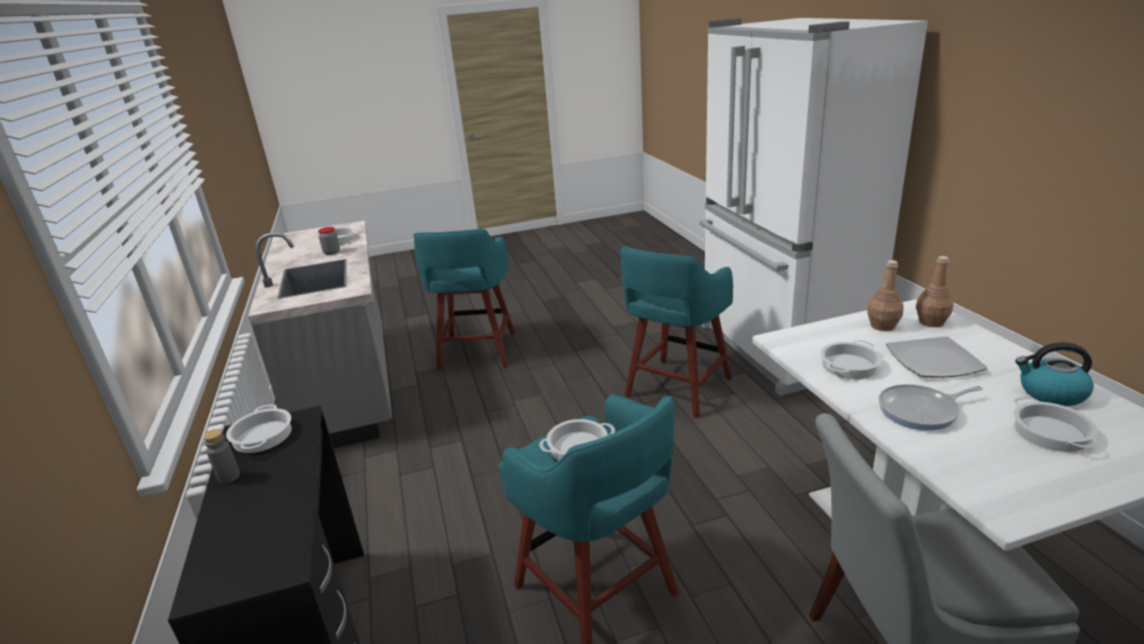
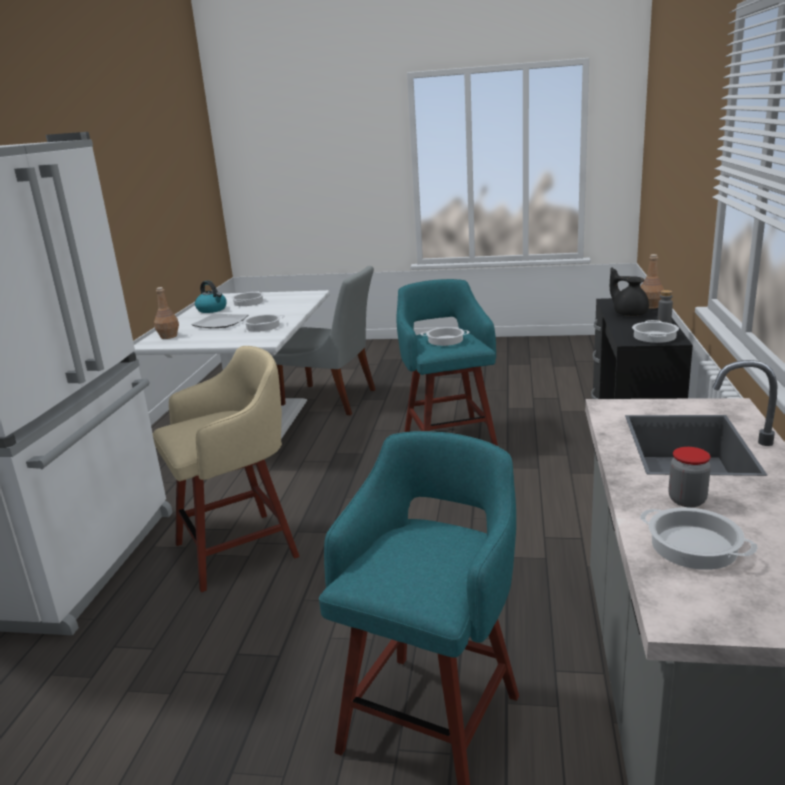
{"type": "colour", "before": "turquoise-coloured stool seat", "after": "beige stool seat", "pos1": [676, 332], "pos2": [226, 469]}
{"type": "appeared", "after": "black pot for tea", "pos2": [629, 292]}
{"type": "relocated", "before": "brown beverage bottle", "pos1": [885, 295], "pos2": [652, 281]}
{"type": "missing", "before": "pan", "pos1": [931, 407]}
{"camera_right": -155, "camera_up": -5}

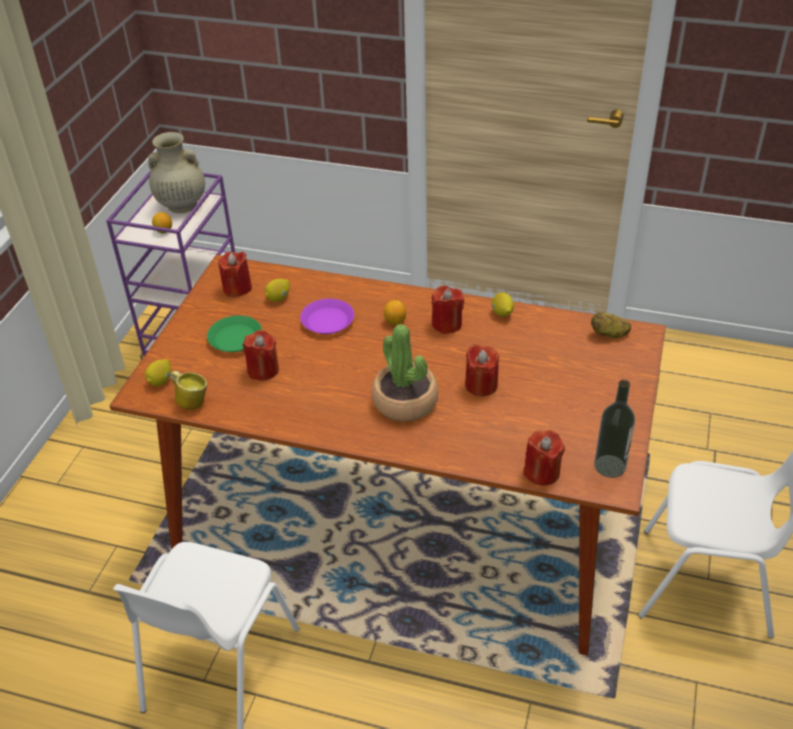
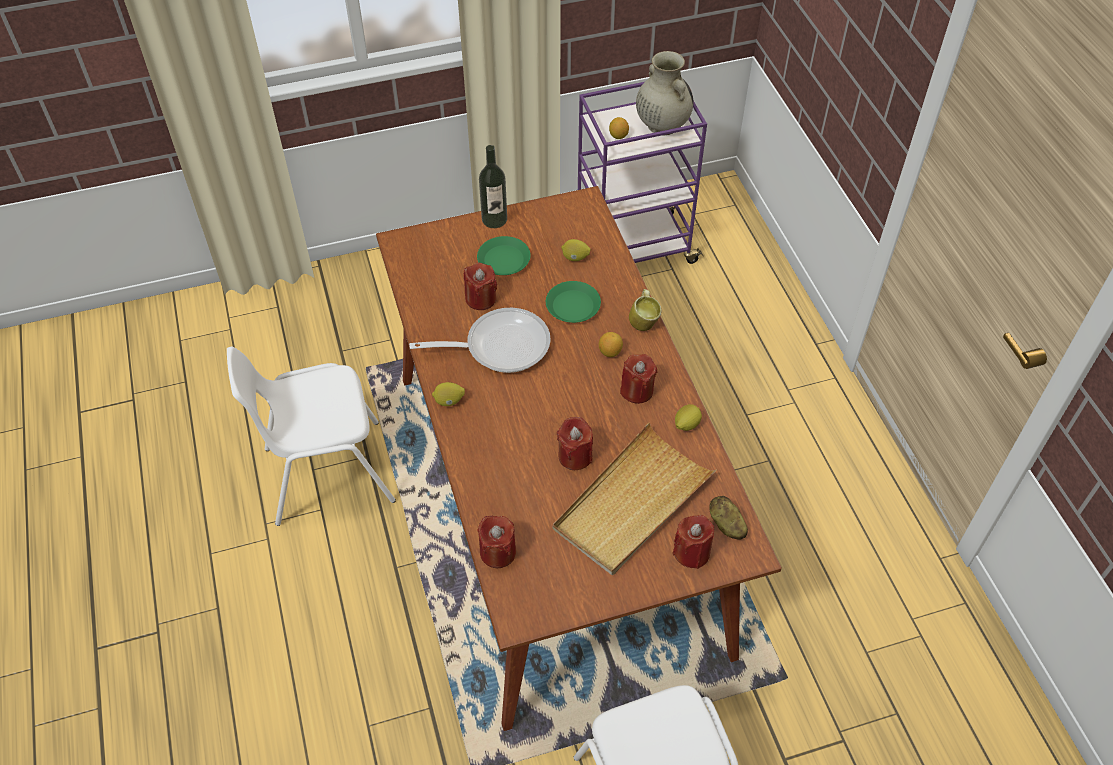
{"type": "appeared", "after": "pan", "pos2": [480, 340]}
{"type": "relocated", "before": "lemon", "pos1": [158, 372], "pos2": [448, 394]}
{"type": "relocated", "before": "beverage bottle", "pos1": [614, 429], "pos2": [493, 186]}
{"type": "colour", "before": "purple plate", "after": "green plate", "pos1": [327, 316], "pos2": [573, 302]}
{"type": "appeared", "after": "beige tray", "pos2": [635, 499]}
{"type": "relocated", "before": "tea mug", "pos1": [188, 390], "pos2": [645, 310]}
{"type": "relocated", "before": "red candle", "pos1": [235, 274], "pos2": [693, 542]}
{"type": "missing", "before": "plant in a pot", "pos1": [405, 373]}
{"camera_right": 55, "camera_up": 10}

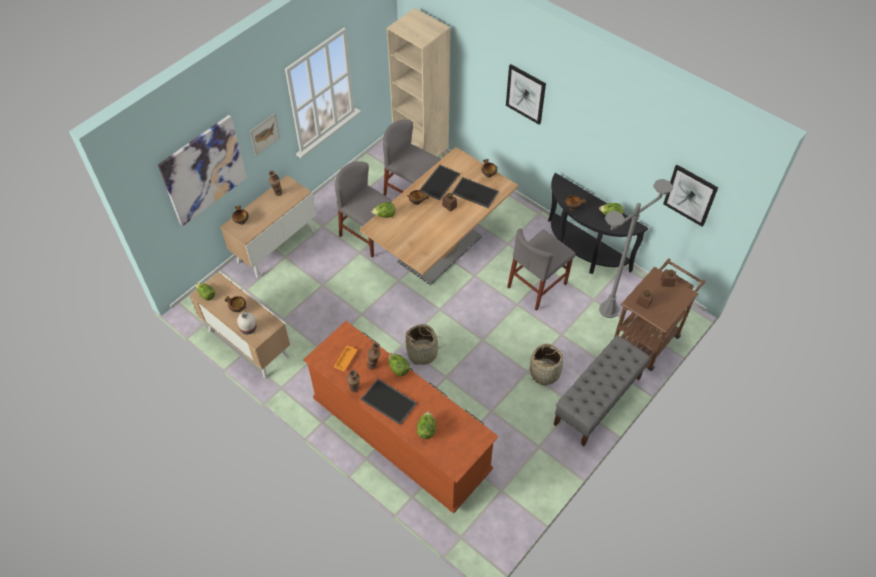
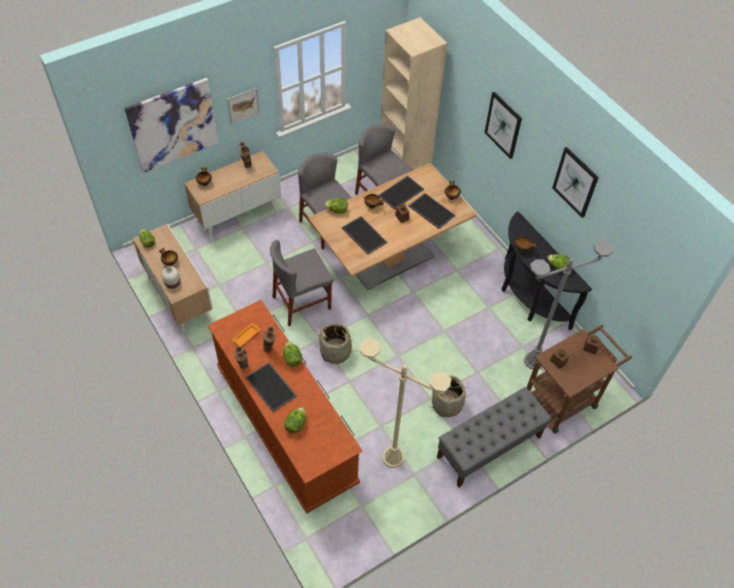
{"type": "relocated", "before": "gray chair", "pos1": [541, 269], "pos2": [301, 283]}
{"type": "appeared", "after": "tray", "pos2": [364, 235]}
{"type": "appeared", "after": "beige floor lamp", "pos2": [405, 403]}
{"type": "relocated", "before": "wall picture", "pos1": [690, 196], "pos2": [575, 182]}
{"camera_right": 15, "camera_up": 0}

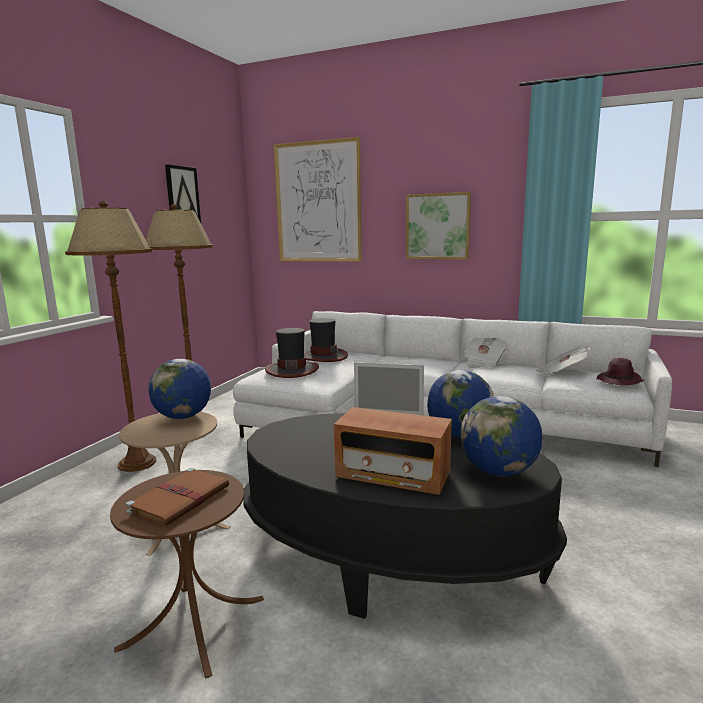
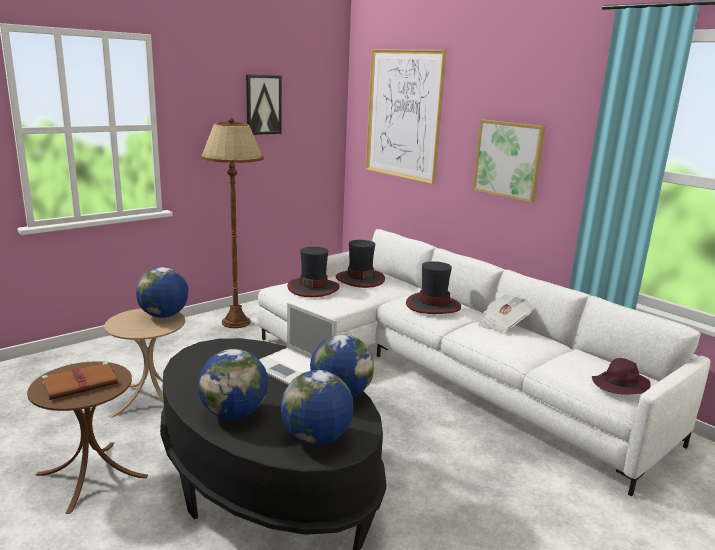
{"type": "exchanged", "before": "radio", "after": "globe", "pos1": [393, 451], "pos2": [233, 384]}
{"type": "appeared", "after": "clothing hat", "pos2": [433, 287]}
{"type": "missing", "before": "brown floor lamp", "pos1": [110, 336]}
{"type": "missing", "before": "newspaper", "pos1": [563, 361]}
{"camera_right": 25, "camera_up": 5}

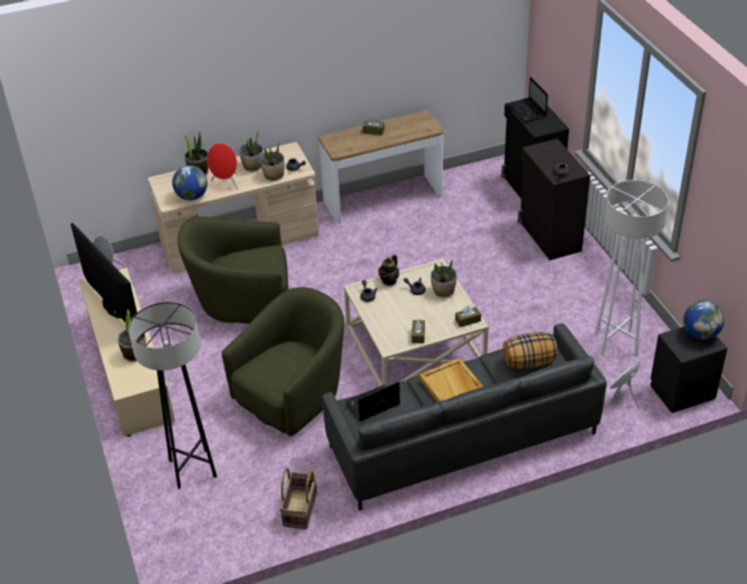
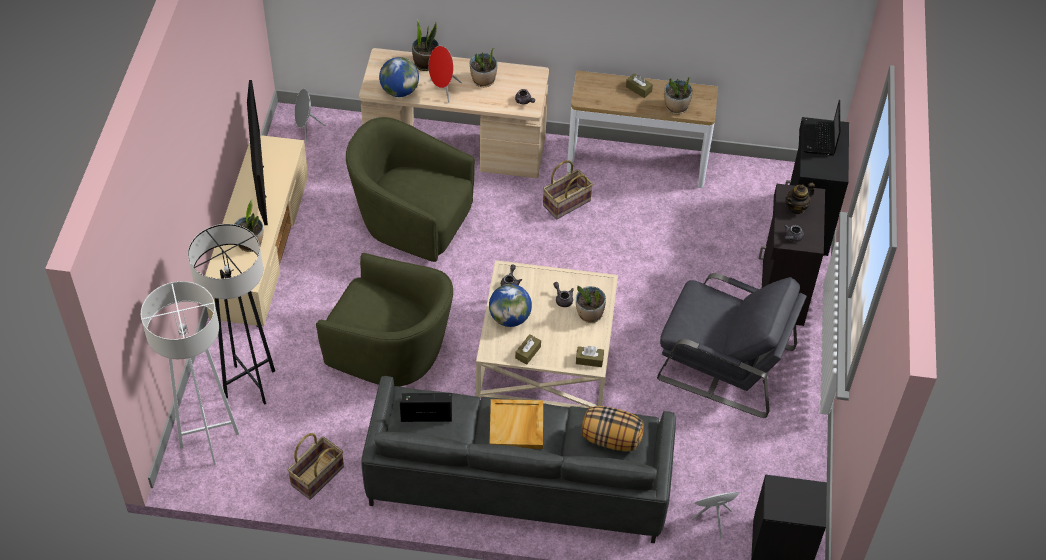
{"type": "relocated", "before": "whitish floor lamp", "pos1": [632, 268], "pos2": [190, 373]}
{"type": "spun", "before": "green lounge chair", "pos1": [283, 361], "pos2": [384, 319], "turn": 45}
{"type": "relocated", "before": "globe", "pos1": [703, 320], "pos2": [510, 305]}
{"type": "appeared", "after": "basket", "pos2": [568, 189]}
{"type": "appeared", "after": "gray lounge chair", "pos2": [732, 345]}
{"type": "relocated", "before": "plant in a pot", "pos1": [272, 161], "pos2": [678, 95]}
{"type": "relocated", "before": "pot for tea", "pos1": [388, 270], "pos2": [800, 199]}
{"camera_right": 25, "camera_up": 10}

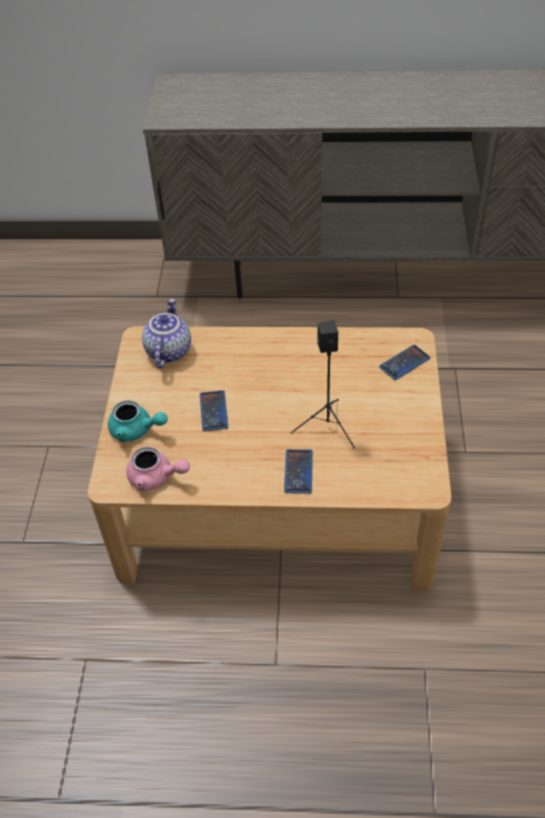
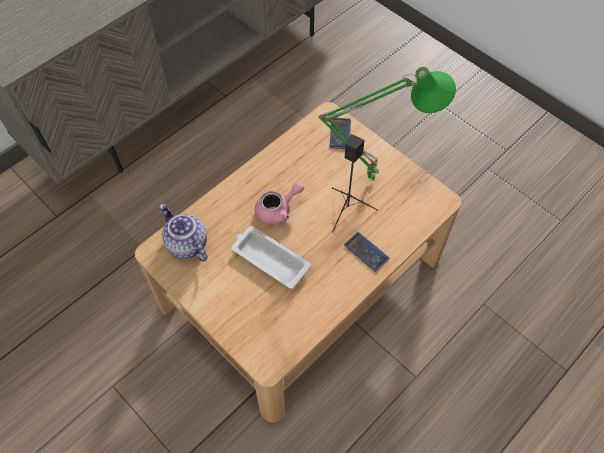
{"type": "exchanged", "before": "handset", "after": "whitish tray", "pos1": [214, 410], "pos2": [271, 257]}
{"type": "relocated", "before": "pink pot for tea", "pos1": [158, 469], "pos2": [279, 203]}
{"type": "appeared", "after": "green table lamp", "pos2": [387, 124]}
{"type": "missing", "before": "turquoise-coloured pot for tea", "pos1": [138, 421]}
{"camera_right": -50, "camera_up": 10}

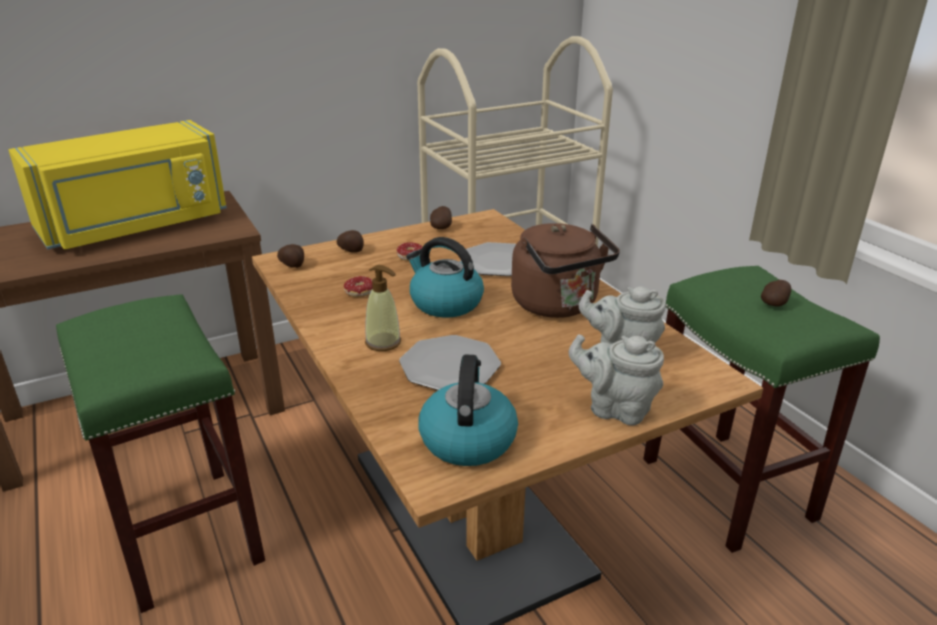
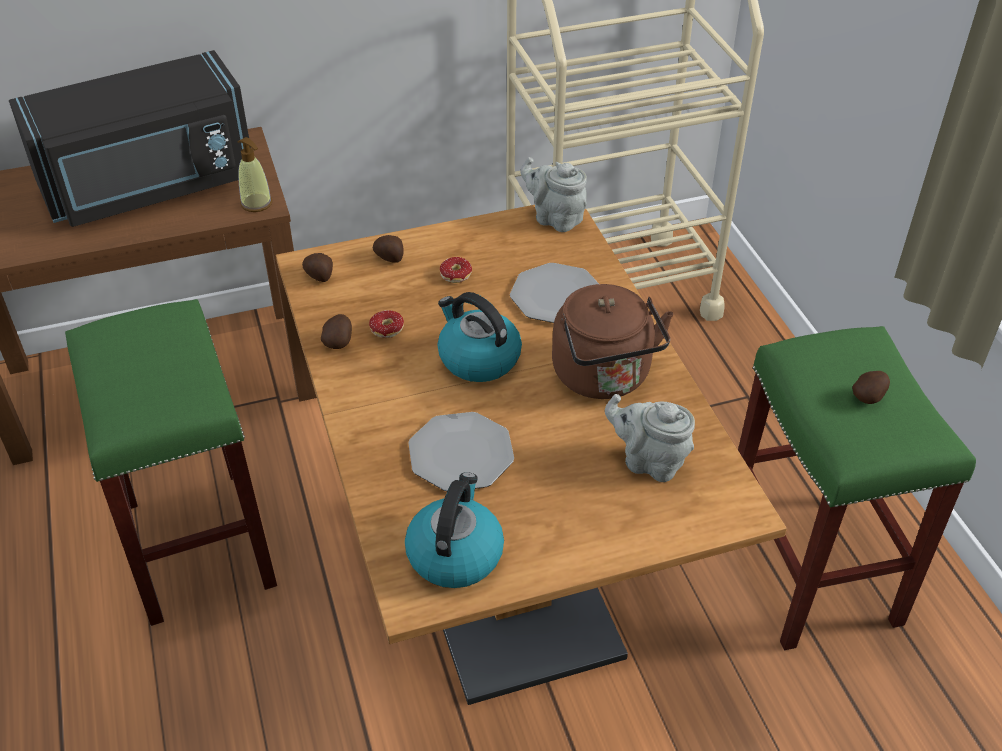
{"type": "colour", "before": "yellow kitchen microwave", "after": "black kitchen microwave", "pos1": [117, 184], "pos2": [130, 138]}
{"type": "relocated", "before": "soap bottle", "pos1": [383, 308], "pos2": [254, 174]}
{"type": "relocated", "before": "whole potato", "pos1": [441, 217], "pos2": [336, 331]}
{"type": "relocated", "before": "gray pot for tea", "pos1": [616, 380], "pos2": [553, 194]}
{"camera_right": 10, "camera_up": 15}

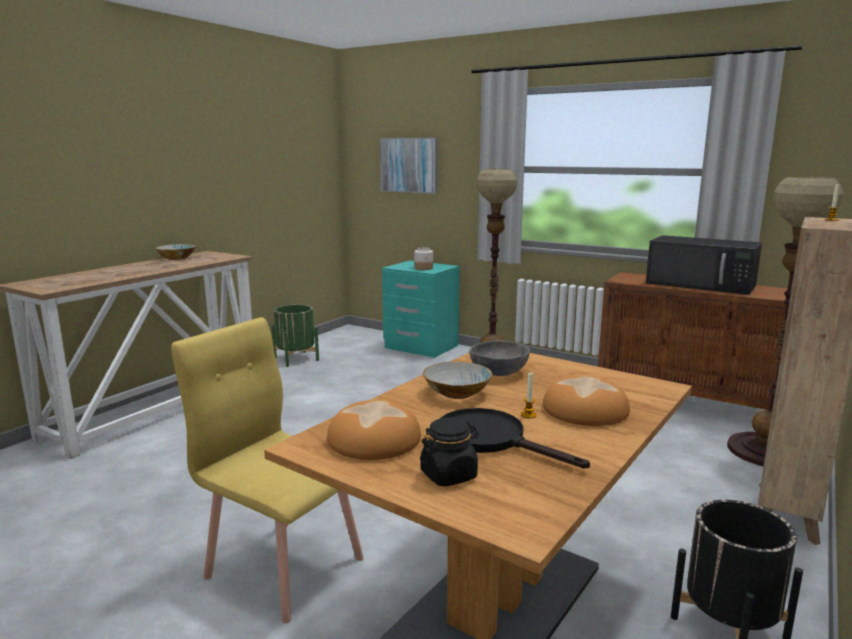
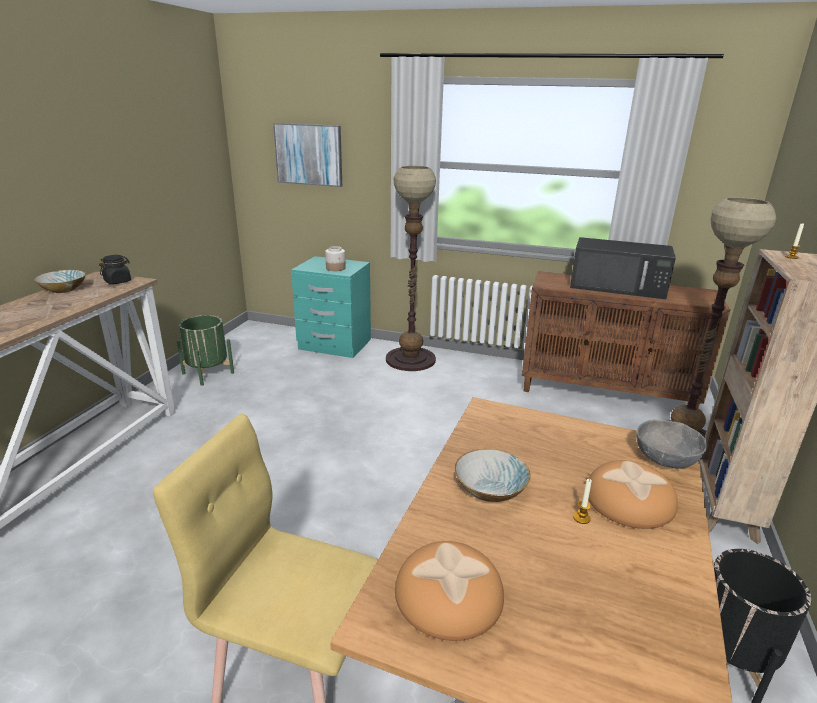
{"type": "relocated", "before": "black preserve jar", "pos1": [449, 452], "pos2": [115, 269]}
{"type": "relocated", "before": "gray deep dish", "pos1": [499, 358], "pos2": [672, 444]}
{"type": "missing", "before": "black pan", "pos1": [515, 438]}
{"camera_right": -15, "camera_up": 10}

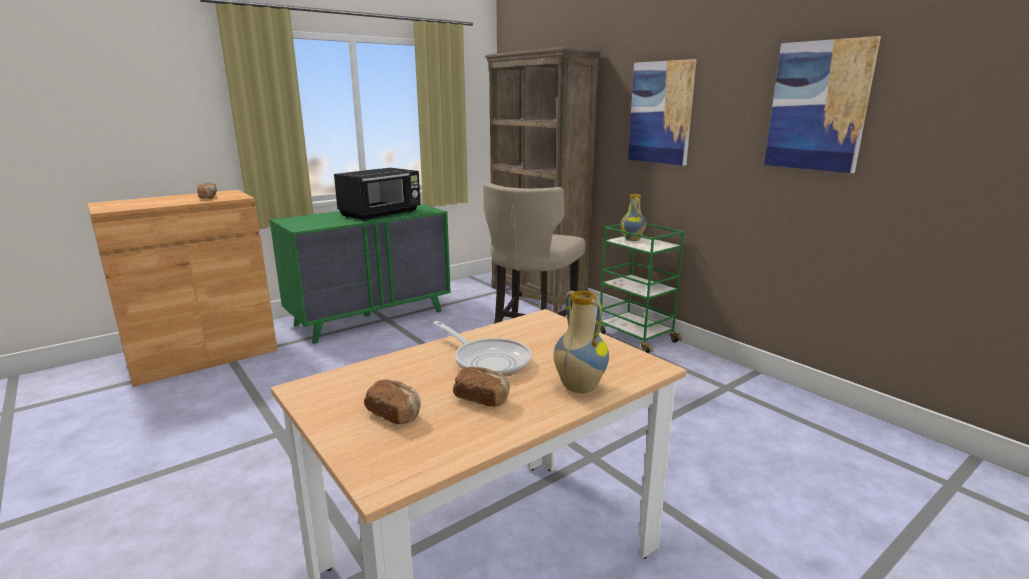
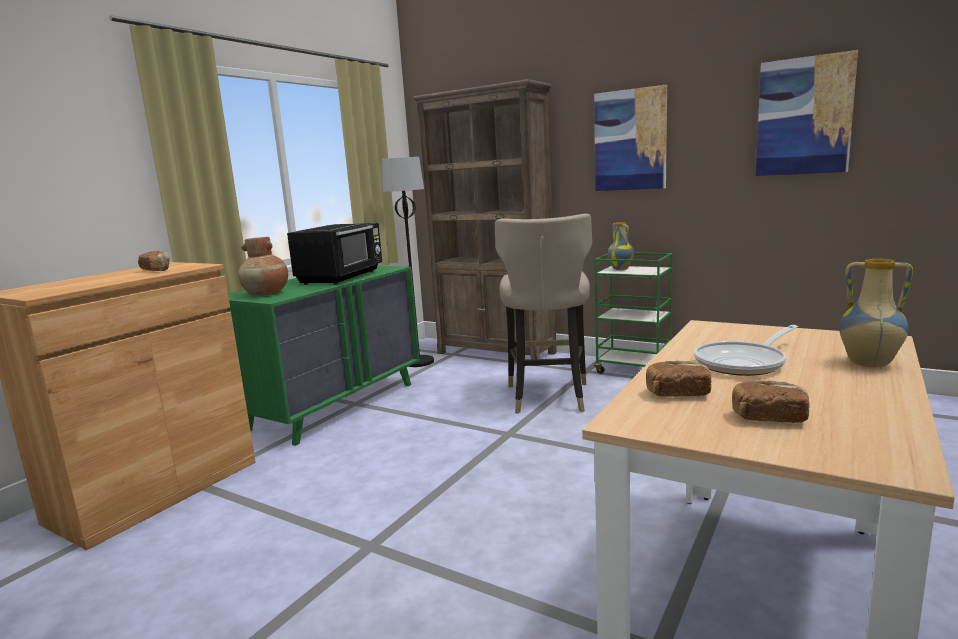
{"type": "appeared", "after": "brown flower vase", "pos2": [263, 266]}
{"type": "appeared", "after": "black floor lamp", "pos2": [408, 262]}
{"type": "relocated", "before": "bakery bread", "pos1": [481, 387], "pos2": [678, 378]}
{"type": "spun", "before": "pan", "pos1": [482, 349], "pos2": [746, 350], "turn": 120}
{"camera_right": -20, "camera_up": -5}

